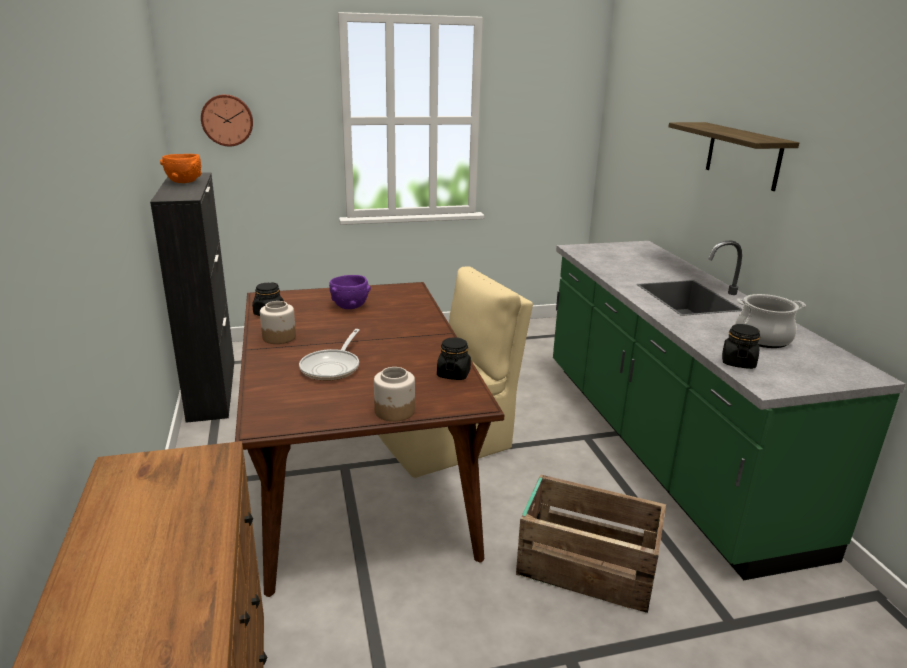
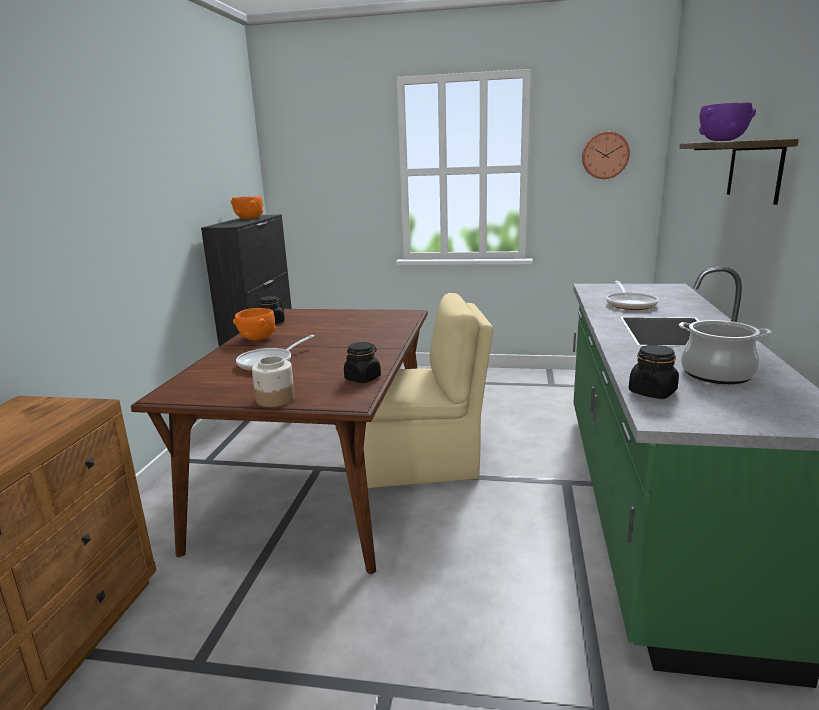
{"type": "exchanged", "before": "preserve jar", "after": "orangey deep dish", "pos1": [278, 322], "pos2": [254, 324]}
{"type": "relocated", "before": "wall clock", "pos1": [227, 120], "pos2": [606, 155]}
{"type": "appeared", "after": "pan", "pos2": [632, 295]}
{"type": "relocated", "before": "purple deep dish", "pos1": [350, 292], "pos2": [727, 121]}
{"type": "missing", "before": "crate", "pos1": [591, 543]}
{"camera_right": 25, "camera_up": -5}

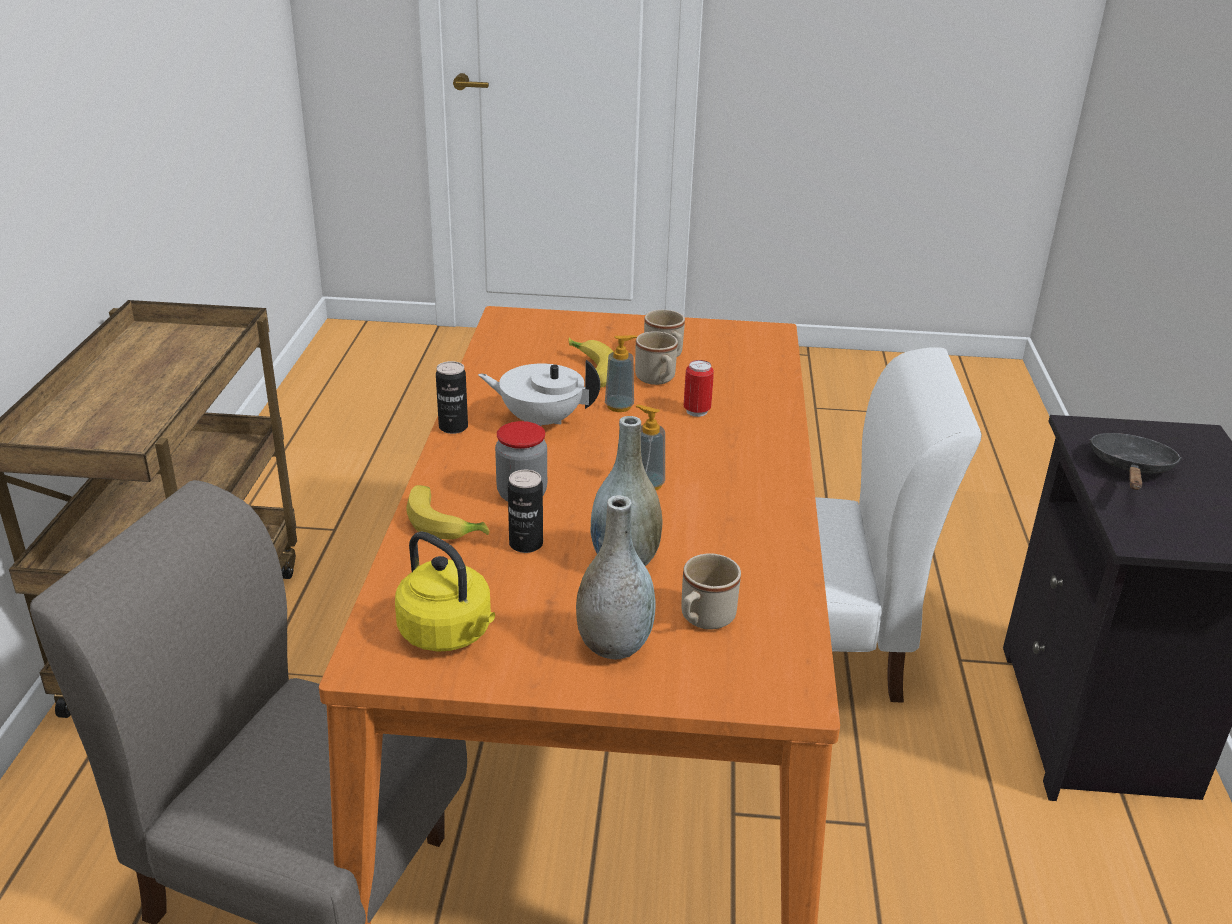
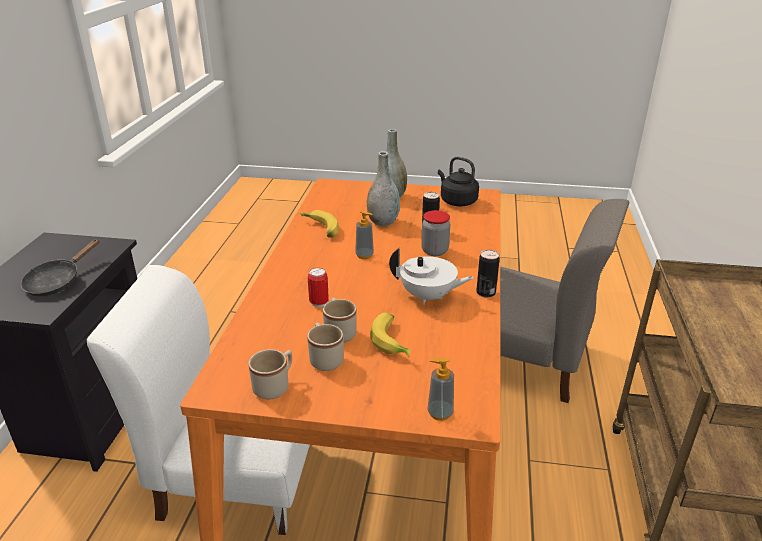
{"type": "relocated", "before": "beige tea mug", "pos1": [711, 591], "pos2": [270, 374]}
{"type": "relocated", "before": "whole banana", "pos1": [447, 512], "pos2": [319, 224]}
{"type": "relocated", "before": "soap bottle", "pos1": [621, 373], "pos2": [440, 389]}
{"type": "colour", "before": "yellow water kettle", "after": "black water kettle", "pos1": [445, 591], "pos2": [458, 181]}
{"camera_right": -175, "camera_up": 0}

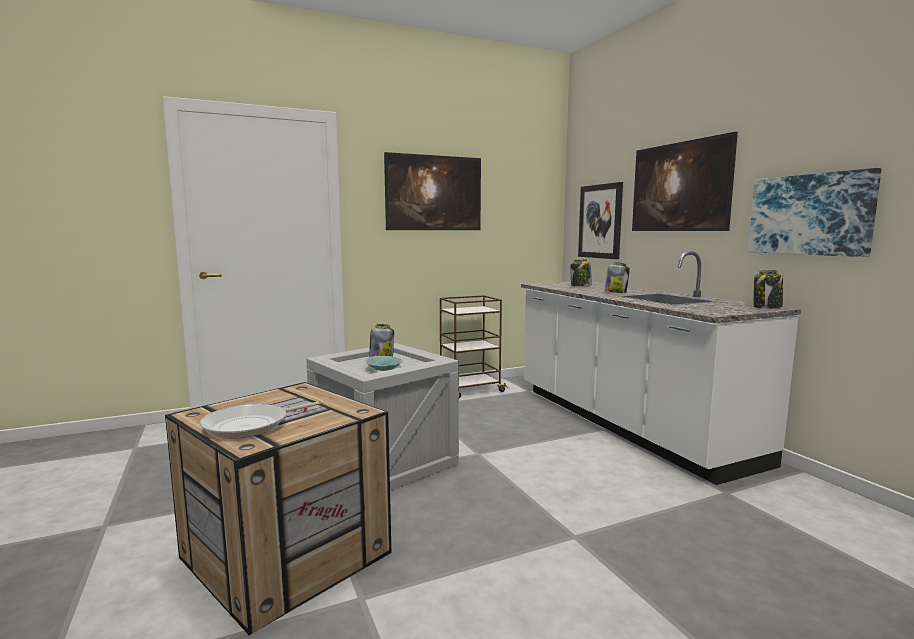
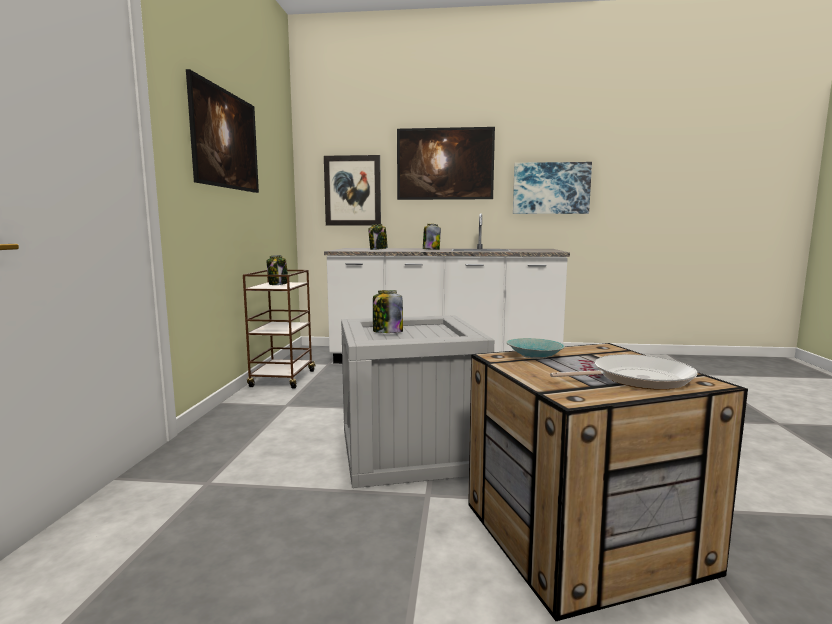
{"type": "relocated", "before": "preserve jar", "pos1": [768, 289], "pos2": [277, 270]}
{"type": "relocated", "before": "turquoise-coloured deep dish", "pos1": [384, 363], "pos2": [535, 348]}
{"type": "spun", "before": "pan", "pos1": [262, 420], "pos2": [624, 372], "turn": -90}
{"camera_right": -60, "camera_up": 0}

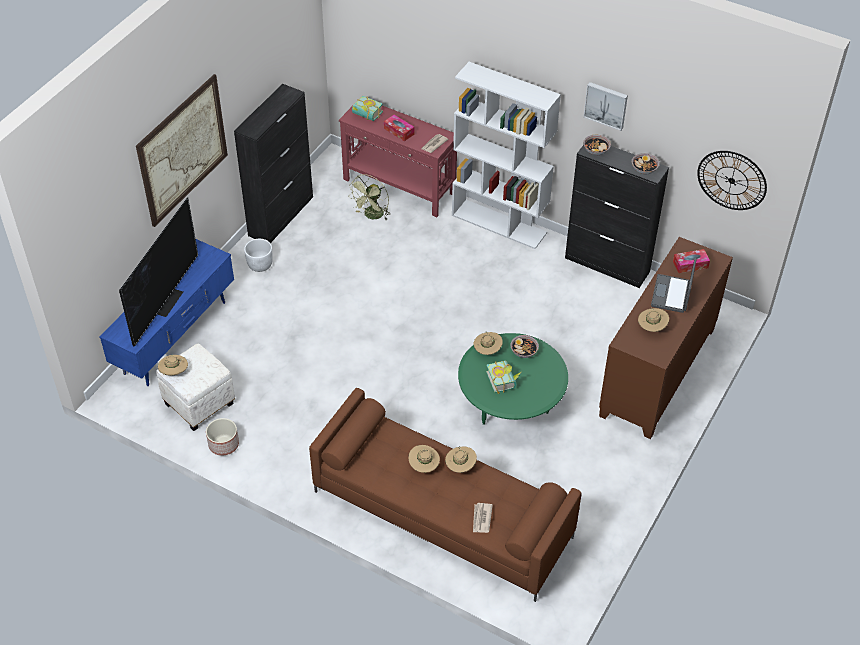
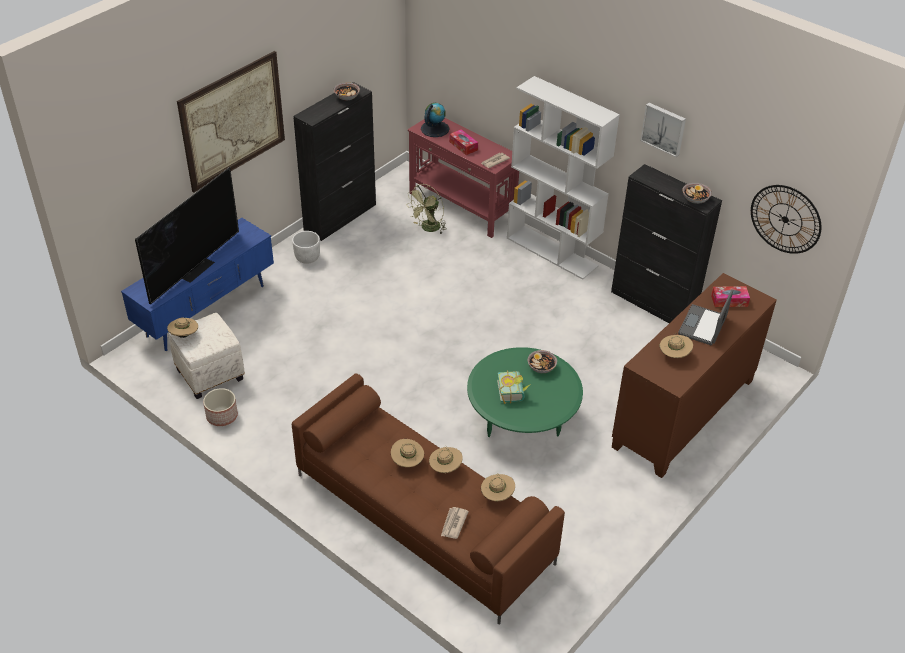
{"type": "relocated", "before": "deep dish", "pos1": [597, 144], "pos2": [346, 91]}
{"type": "exchanged", "before": "book", "after": "globe", "pos1": [367, 108], "pos2": [435, 120]}
{"type": "relocated", "before": "beige clothing hat", "pos1": [488, 343], "pos2": [498, 487]}
{"camera_right": 10, "camera_up": -5}

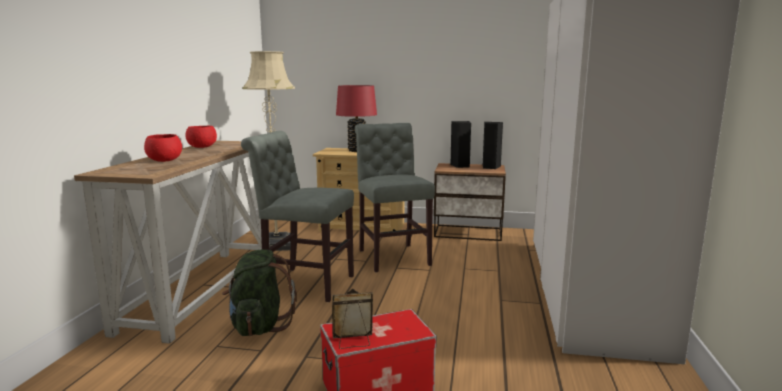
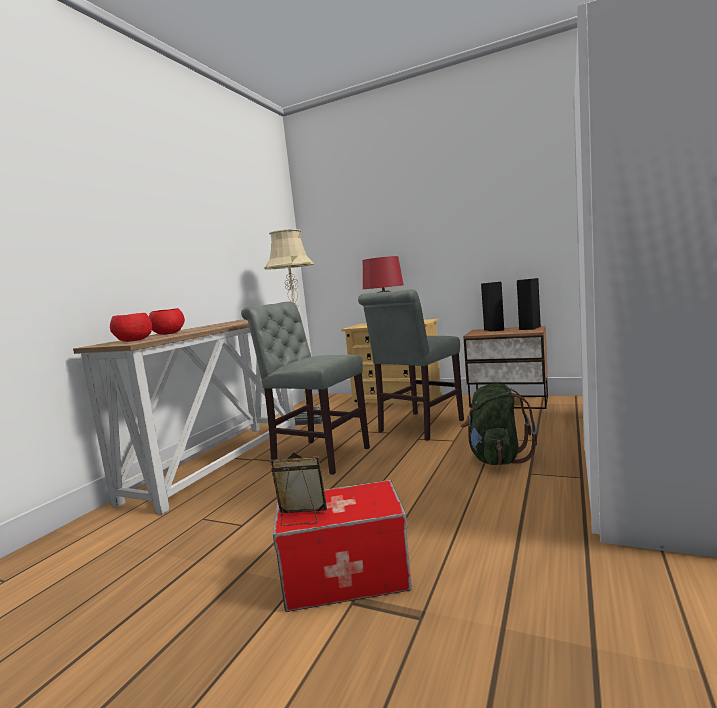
{"type": "relocated", "before": "red deep dish", "pos1": [201, 137], "pos2": [131, 327]}
{"type": "spun", "before": "gray chair", "pos1": [395, 198], "pos2": [411, 365], "turn": -135}
{"type": "relocated", "before": "green rucksack", "pos1": [259, 292], "pos2": [499, 424]}
{"camera_right": 15, "camera_up": -5}

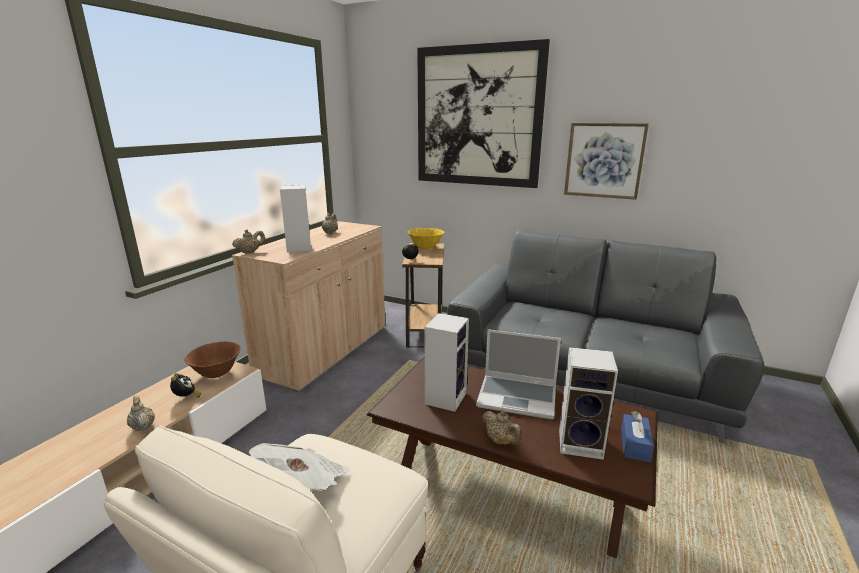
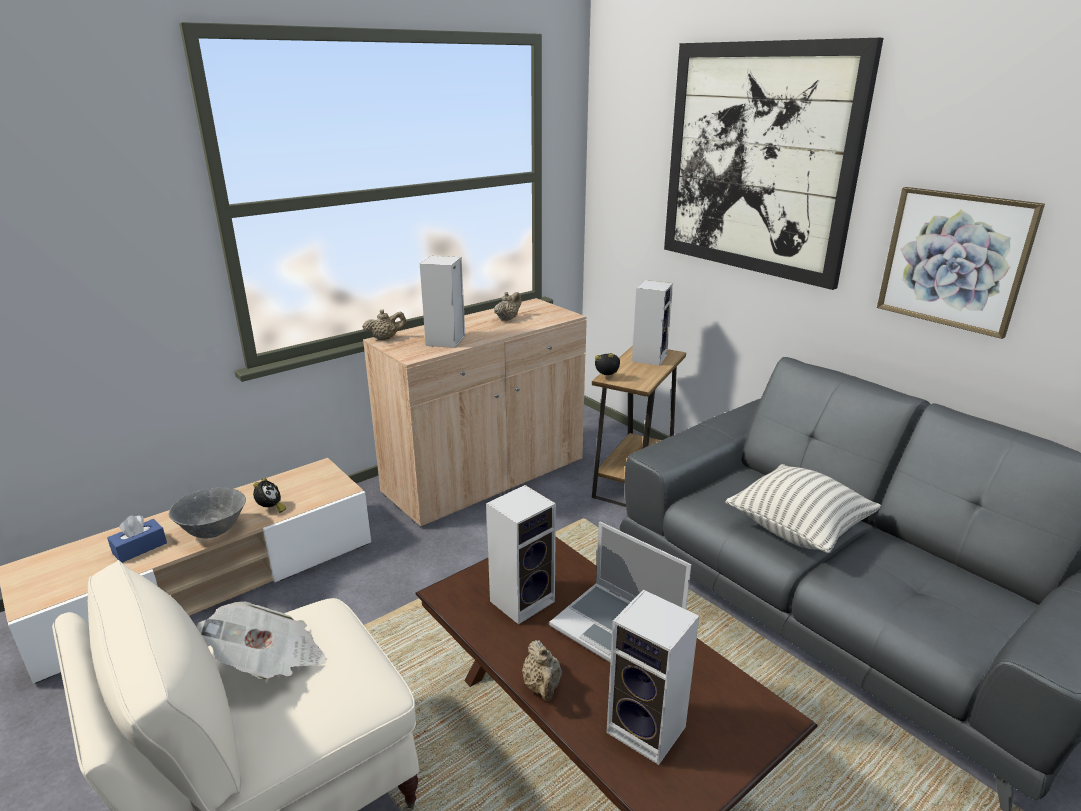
{"type": "relocated", "before": "blue tissue holder", "pos1": [637, 436], "pos2": [137, 539]}
{"type": "exchanged", "before": "beige pot for tea", "after": "gray deep dish", "pos1": [141, 413], "pos2": [207, 513]}
{"type": "exchanged", "before": "yellow deep dish", "after": "speaker", "pos1": [426, 238], "pos2": [652, 323]}
{"type": "appeared", "after": "pillow", "pos2": [803, 508]}
{"type": "missing", "before": "brown deep dish", "pos1": [212, 359]}
{"camera_right": 25, "camera_up": 5}

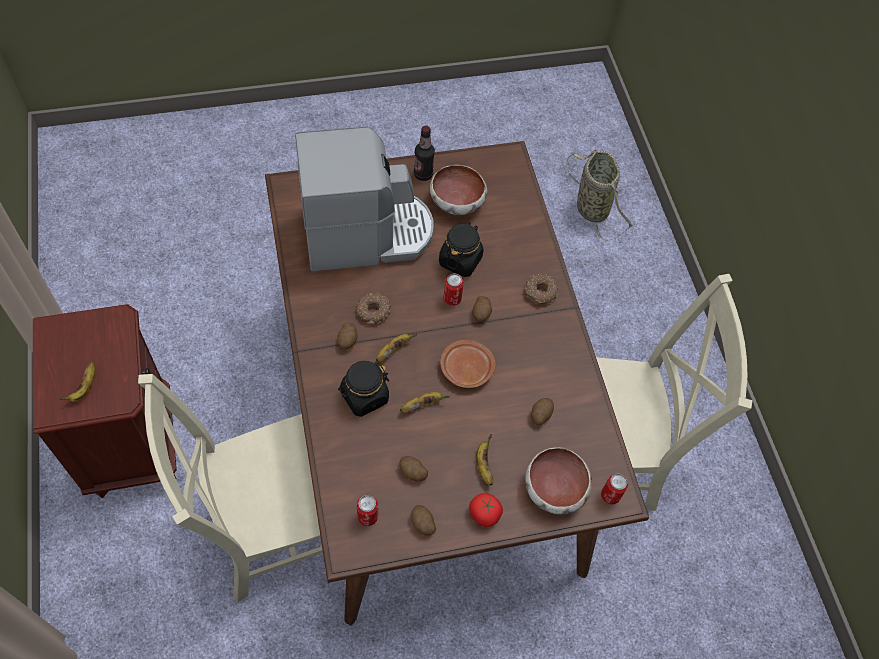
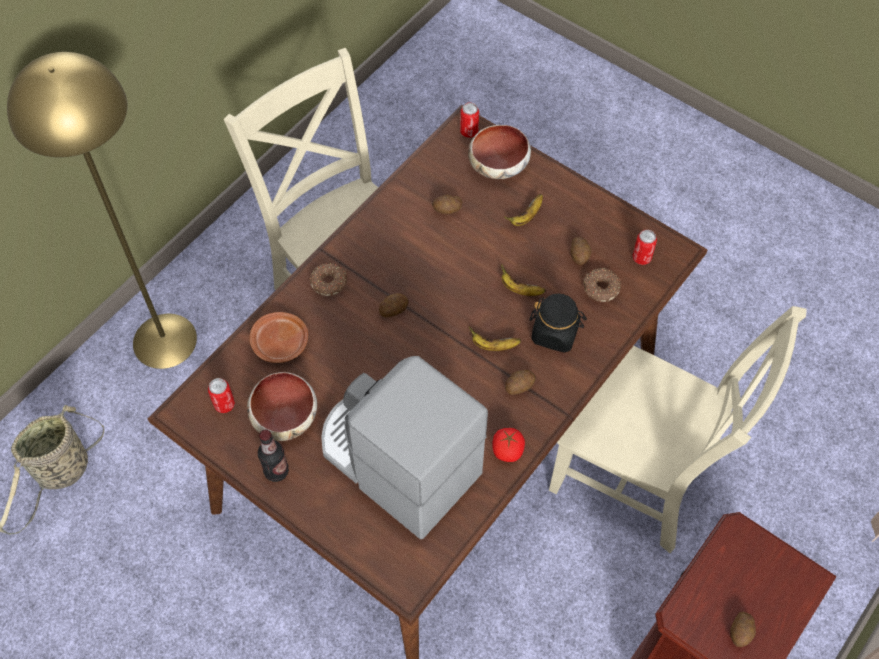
{"type": "appeared", "after": "yellow floor lamp", "pos2": [102, 210]}
{"type": "relocated", "before": "metal can", "pos1": [453, 289], "pos2": [221, 395]}
{"type": "relocated", "before": "brown plate", "pos1": [468, 364], "pos2": [279, 337]}
{"type": "relocated", "before": "whole tomato", "pos1": [486, 510], "pos2": [508, 445]}
{"type": "relocated", "before": "ring doughnut", "pos1": [373, 308], "pos2": [602, 285]}
{"type": "relocated", "before": "whole potato", "pos1": [423, 520], "pos2": [743, 629]}
{"type": "missing", "before": "whole banana", "pos1": [77, 382]}
{"type": "missing", "before": "black preserve jar", "pos1": [461, 249]}
{"camera_right": -125, "camera_up": 0}

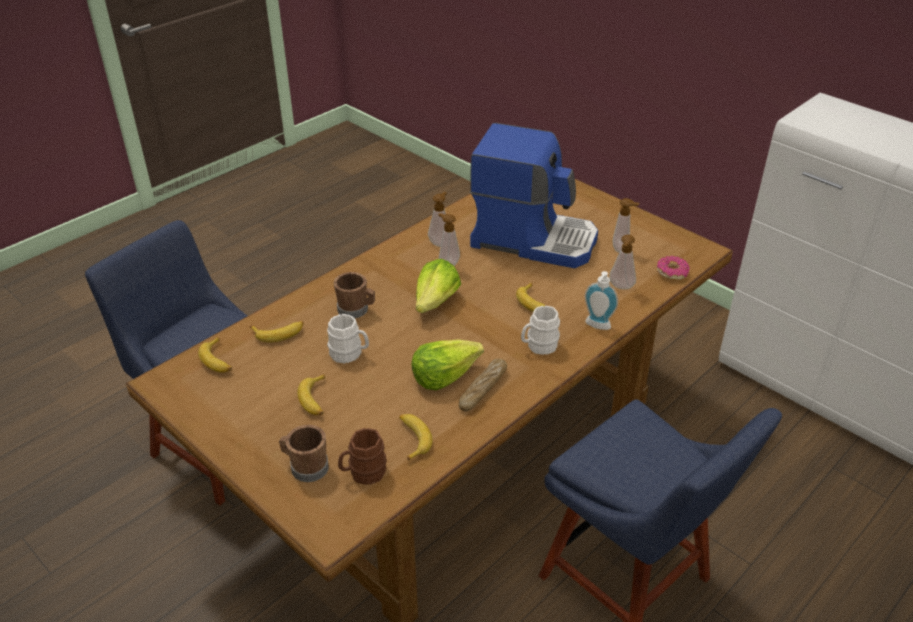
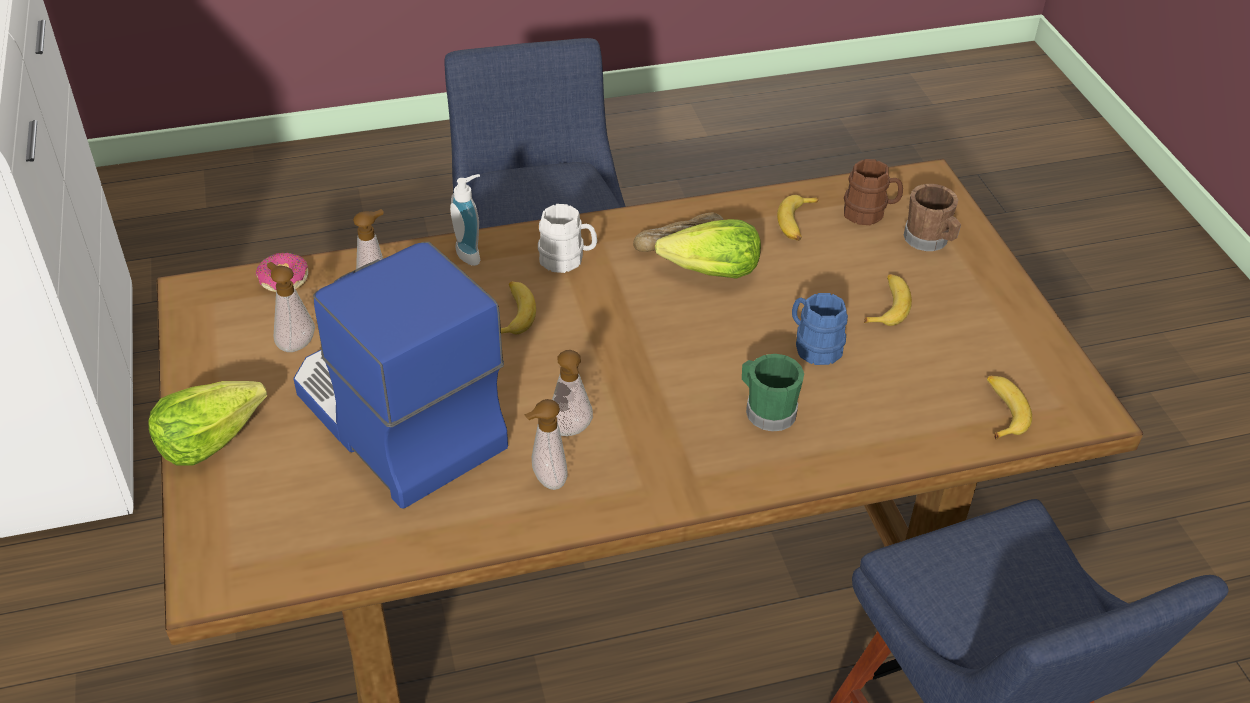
{"type": "relocated", "before": "head of lettuce", "pos1": [438, 286], "pos2": [207, 423]}
{"type": "colour", "before": "brown tea mug", "after": "green tea mug", "pos1": [354, 295], "pos2": [773, 393]}
{"type": "colour", "before": "whitish tea mug", "after": "blue tea mug", "pos1": [348, 339], "pos2": [820, 329]}
{"type": "missing", "before": "whole banana", "pos1": [277, 332]}
{"camera_right": -150, "camera_up": 5}

